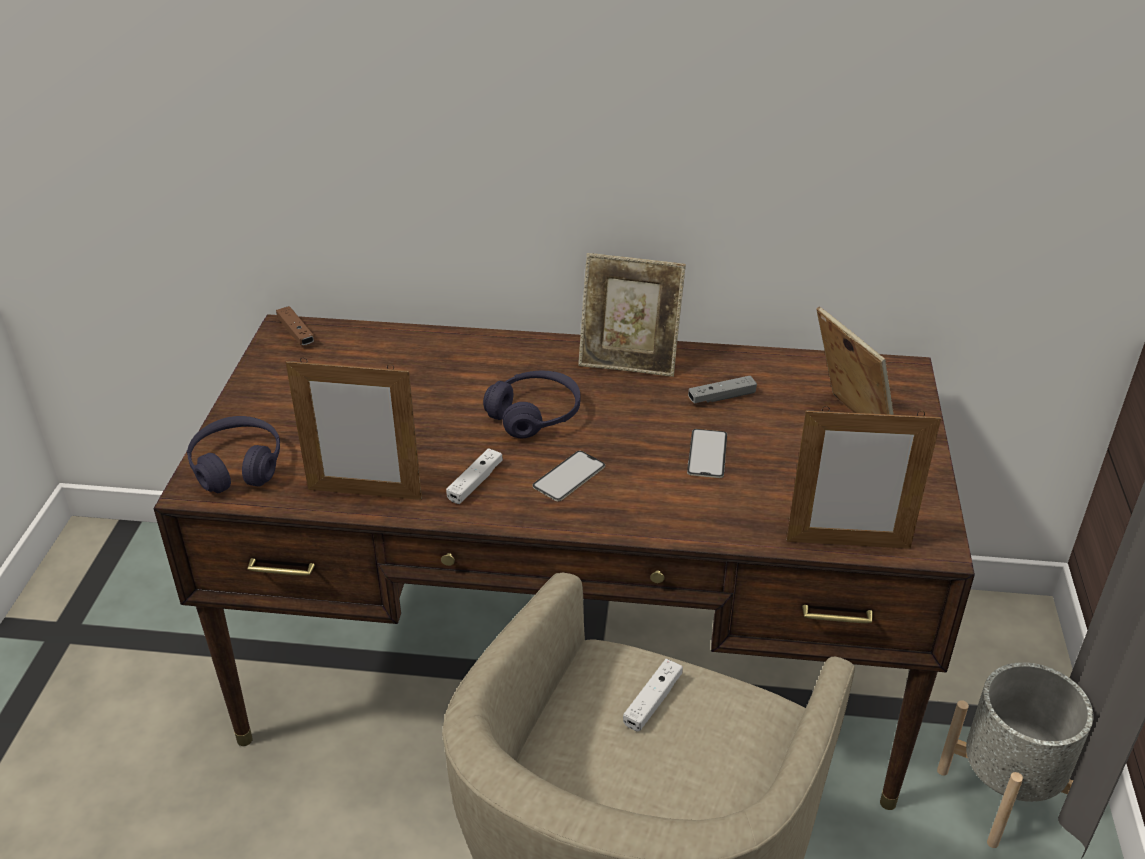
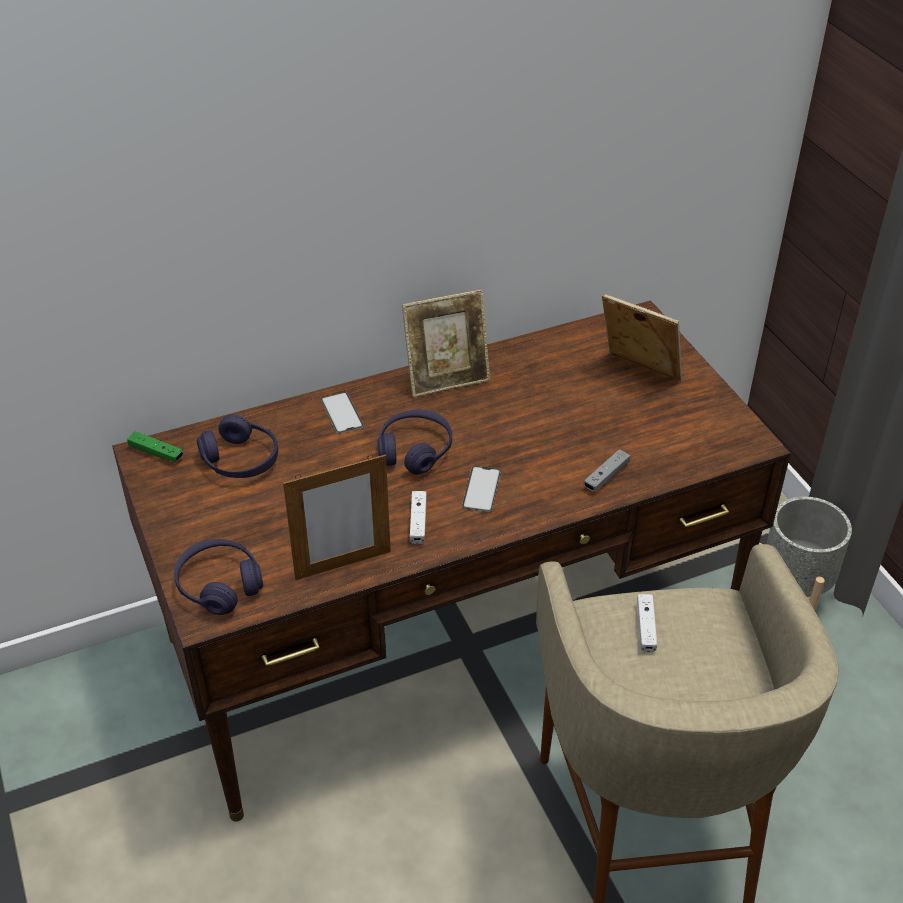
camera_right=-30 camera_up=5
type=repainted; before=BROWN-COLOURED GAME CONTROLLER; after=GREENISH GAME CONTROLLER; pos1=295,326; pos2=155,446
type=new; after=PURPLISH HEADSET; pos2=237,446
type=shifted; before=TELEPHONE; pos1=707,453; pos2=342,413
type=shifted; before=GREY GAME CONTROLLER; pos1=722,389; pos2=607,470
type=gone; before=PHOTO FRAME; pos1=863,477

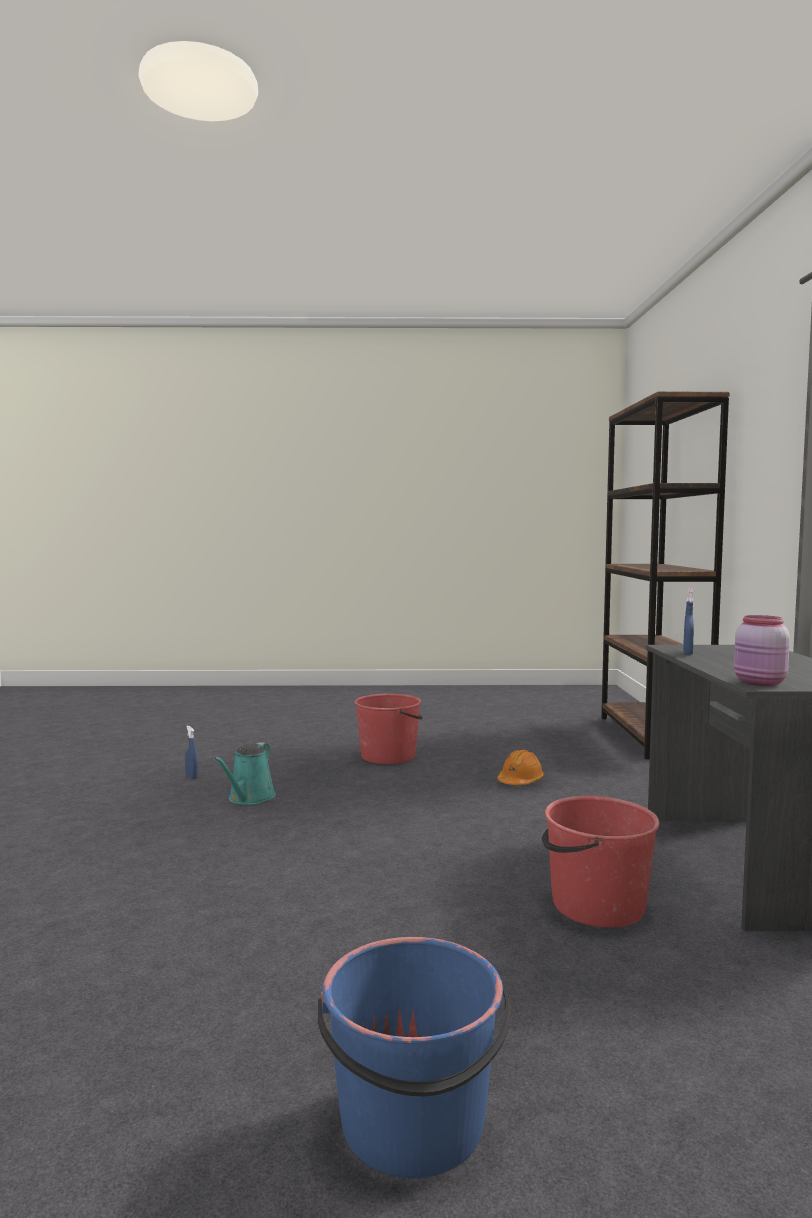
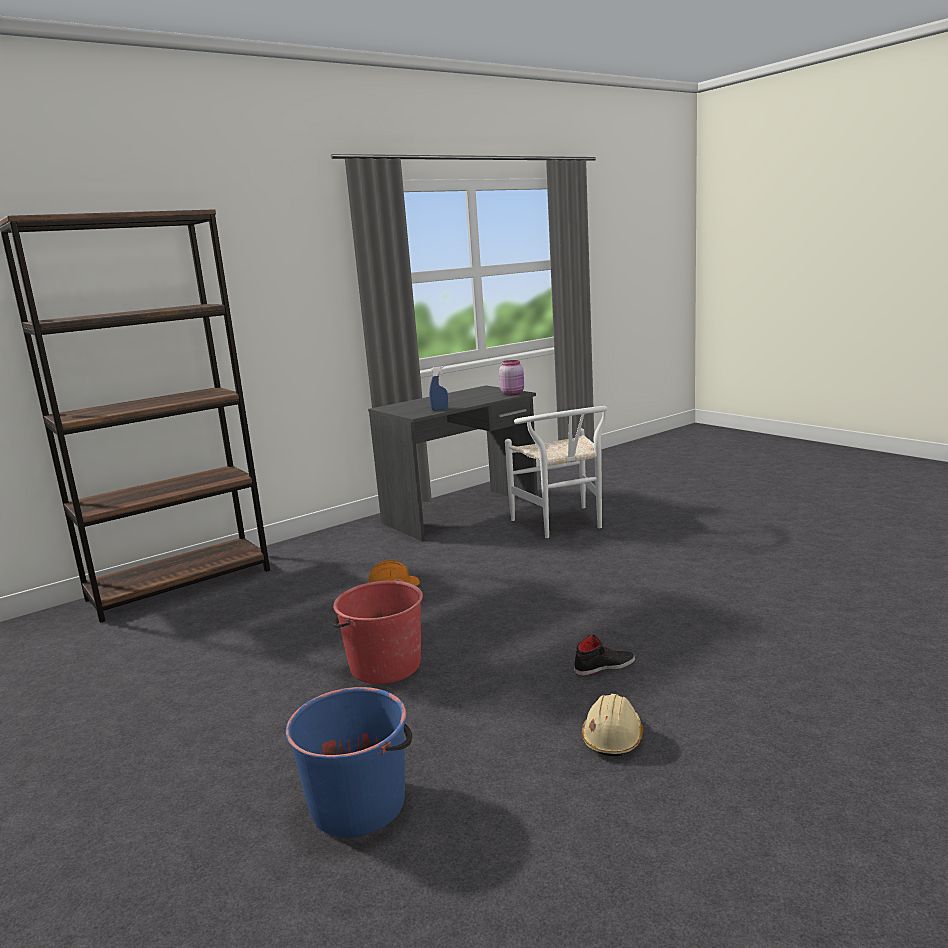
camera_right=-125 camera_up=10
type=shifted; before=BLUE-COLOURED WATER BUCKET; pos1=415,1057; pos2=348,762
type=swapped; before=RED-COLOURED WATER BUCKET; after=WHITE UPRIGHT CHAIR; pos1=601,862; pos2=556,472
type=swapped; before=TURQUOISE WATERING CAN; after=BLACKISH LOW SHOE; pos1=245,773; pos2=604,655
type=swapped; before=BLUE-COLOURED SPRAYER; after=BEIGE SAFETY HELMET; pos1=191,752; pos2=612,725

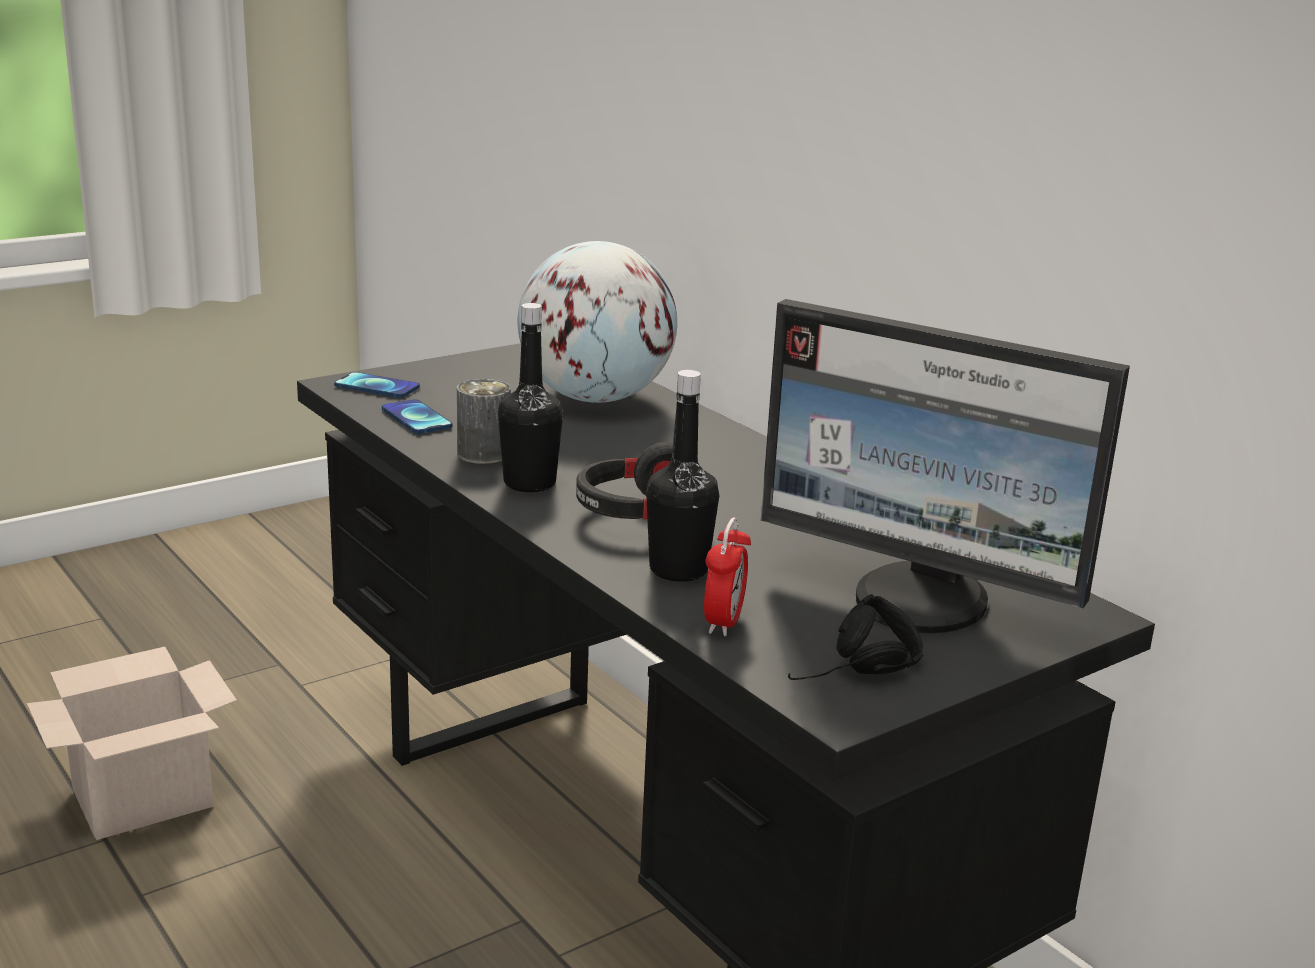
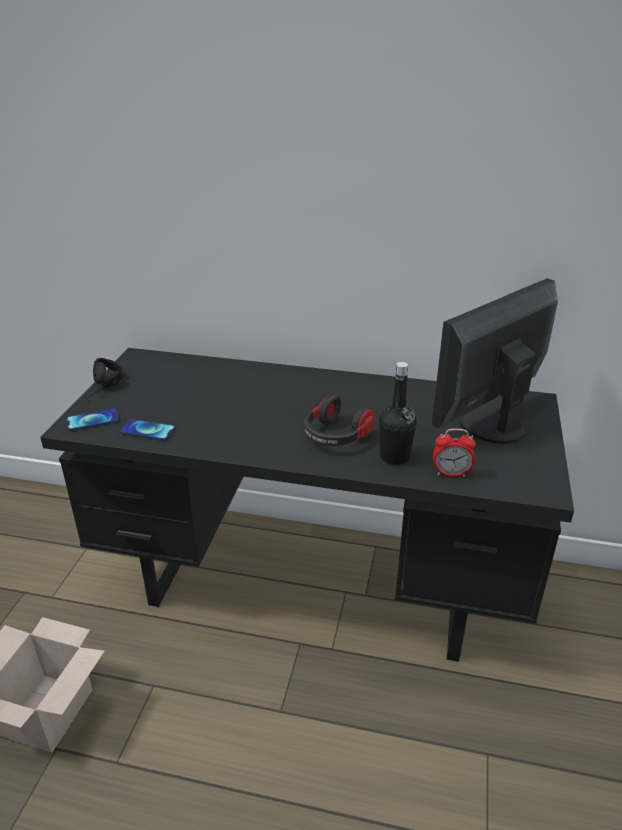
camera_right=-40 camera_up=10
type=shifted; before=BLACKISH HEADSET; pos1=855,637; pos2=105,378
type=rotated; before=COMPUTER SCREEN; pos1=945,466; pos2=495,361; turn=150
type=rotated; before=BEDSIDE CLOCK; pos1=727,576; pos2=454,452; turn=120
type=gone; before=METAL CAN; pos1=484,421
type=gone; before=BLACKISH DRINK BOTTLE; pos1=530,397
type=gone; before=GLOBE; pos1=597,322

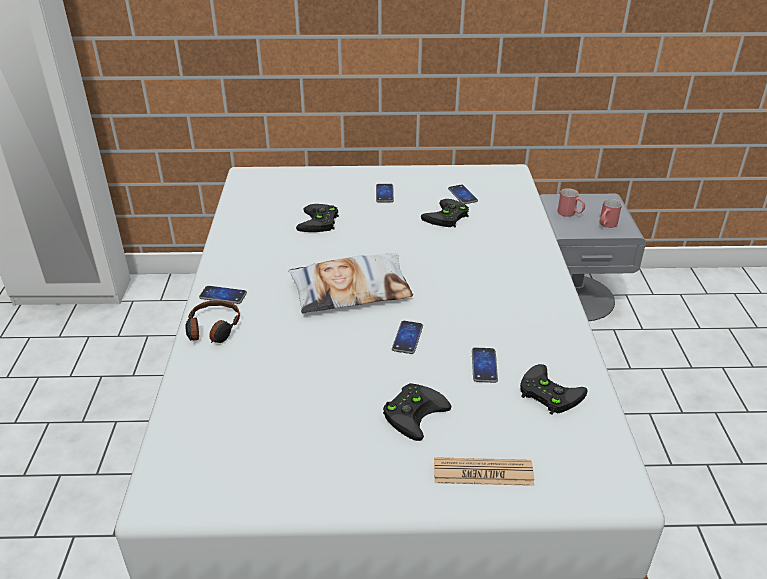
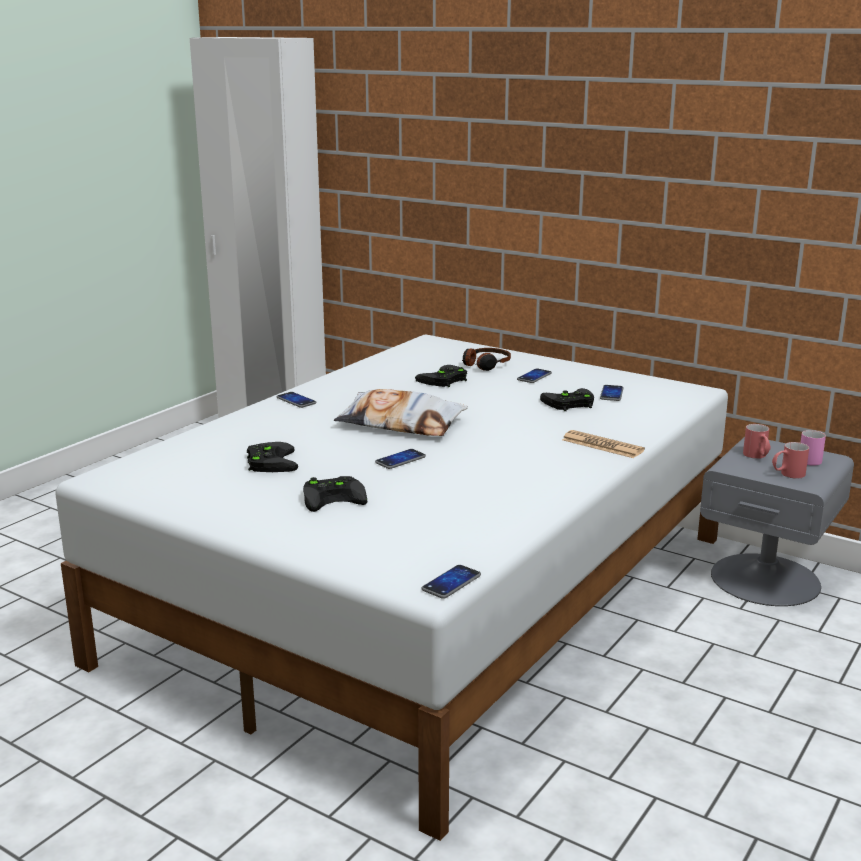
camera_right=35 camera_up=-15
type=shifted; before=BLACKISH GAME CONTROLLER; pos1=554,389; pos2=272,457
type=shifted; before=TELEPHONE; pos1=485,365; pos2=451,582
type=shifted; before=HEADSET; pos1=212,321; pos2=486,359
type=shifted; before=DAILY PAPER; pos1=484,471; pos2=603,444
type=new; after=PINKISH COFFEE MUG; pos2=813,448

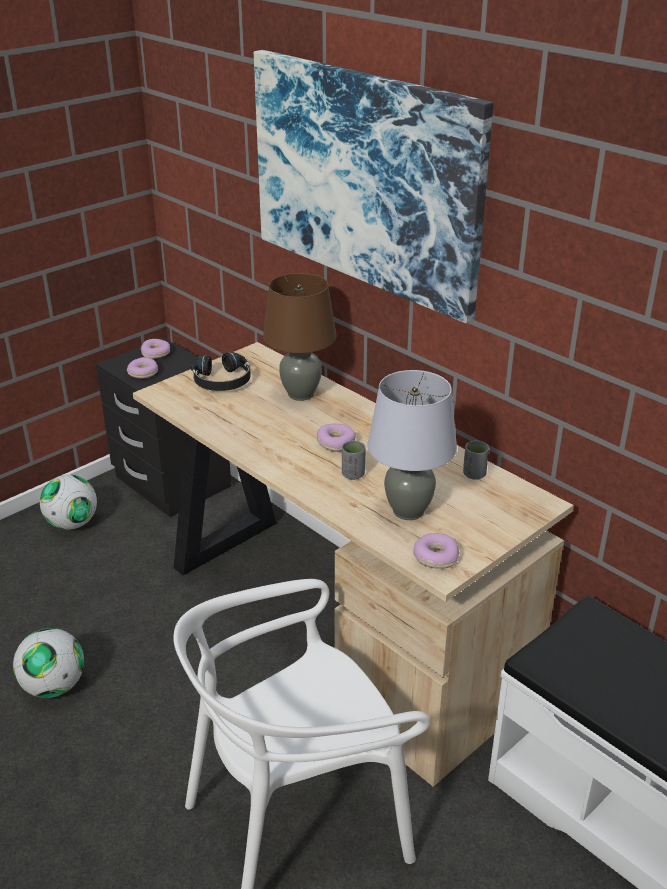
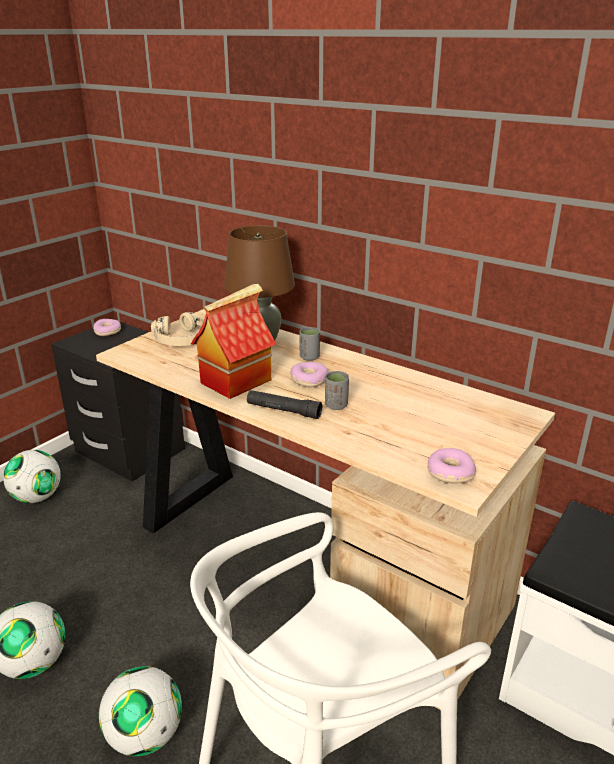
camera_right=-10 camera_up=-5
type=new; after=FOOTBALL BALL; pos2=140,711
type=repainted; before=BLACKISH HEADSET; after=BEIGE HEADSET; pos1=221,371; pos2=177,329
type=new; after=TOY HOUSE; pos2=233,341
type=new; after=BLACKISH FLASHLIGHT; pos2=284,404
type=shifted; before=GREY SMALL CUP; pos1=476,460; pos2=309,344
type=gone; before=DOUGHNUT; pos1=142,368
type=gone; before=PICTURE; pos1=373,186
type=gone; before=GREY TABLETOP LAMP; pos1=412,445

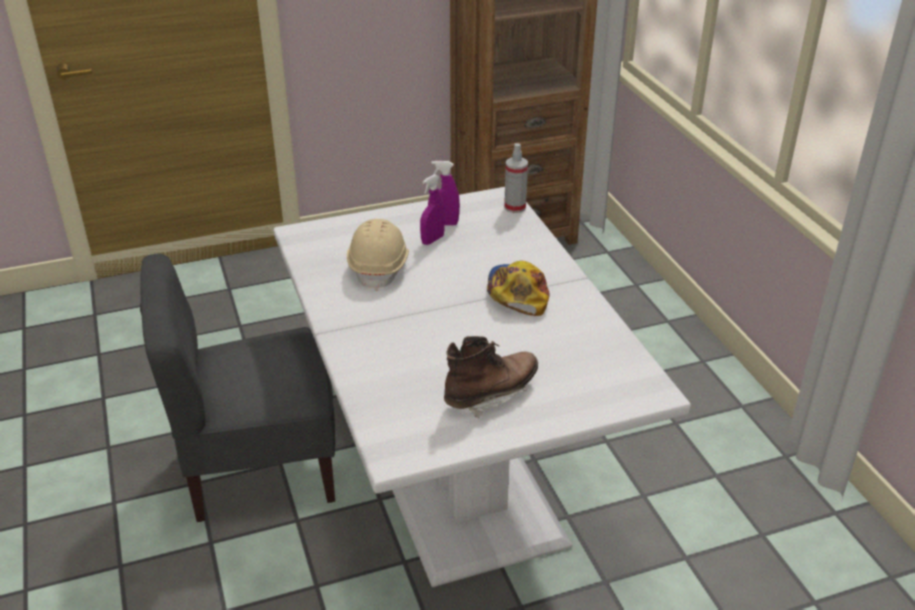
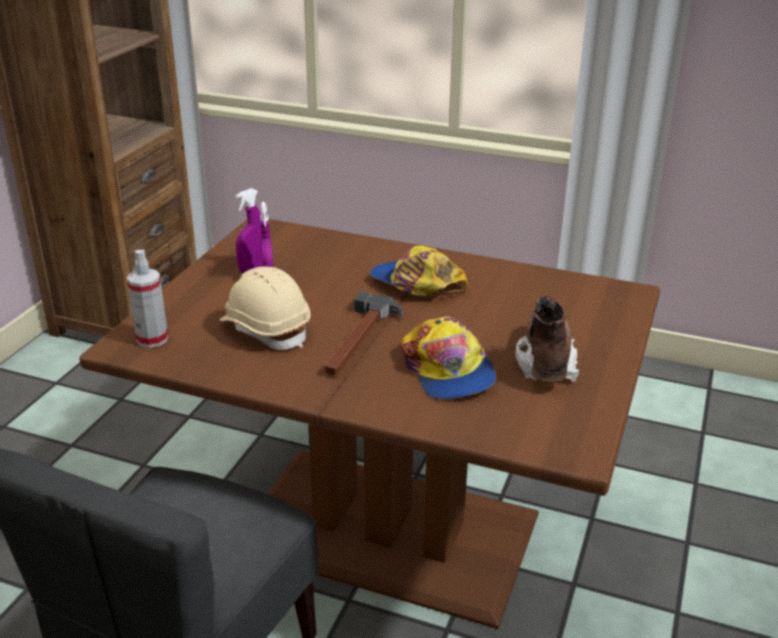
camera_right=-50 camera_up=-5
type=repainted; before=WHITE KITCHEN TABLE; after=BROWN-COLOURED KITCHEN TABLE; pos1=482,387; pos2=369,424
type=shifted; before=SPRAYER; pos1=516,178; pos2=147,299
type=new; after=TOOL HAMMER; pos2=364,333
type=new; after=BASEBALL CAP; pos2=448,358

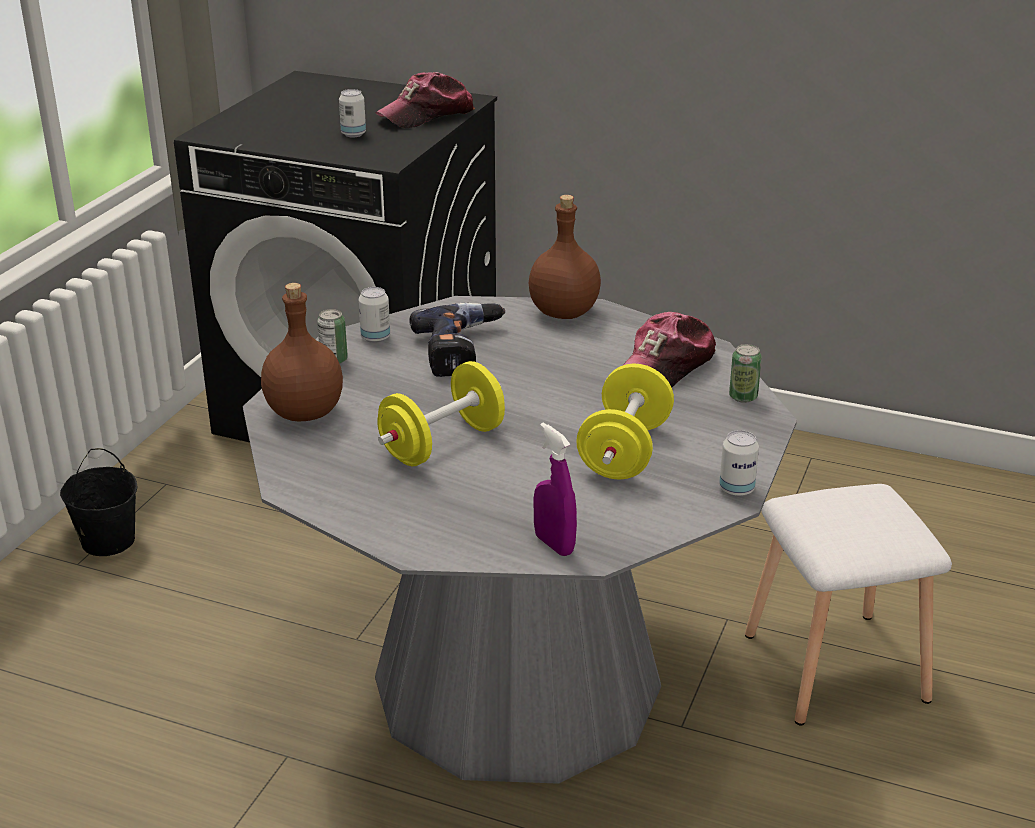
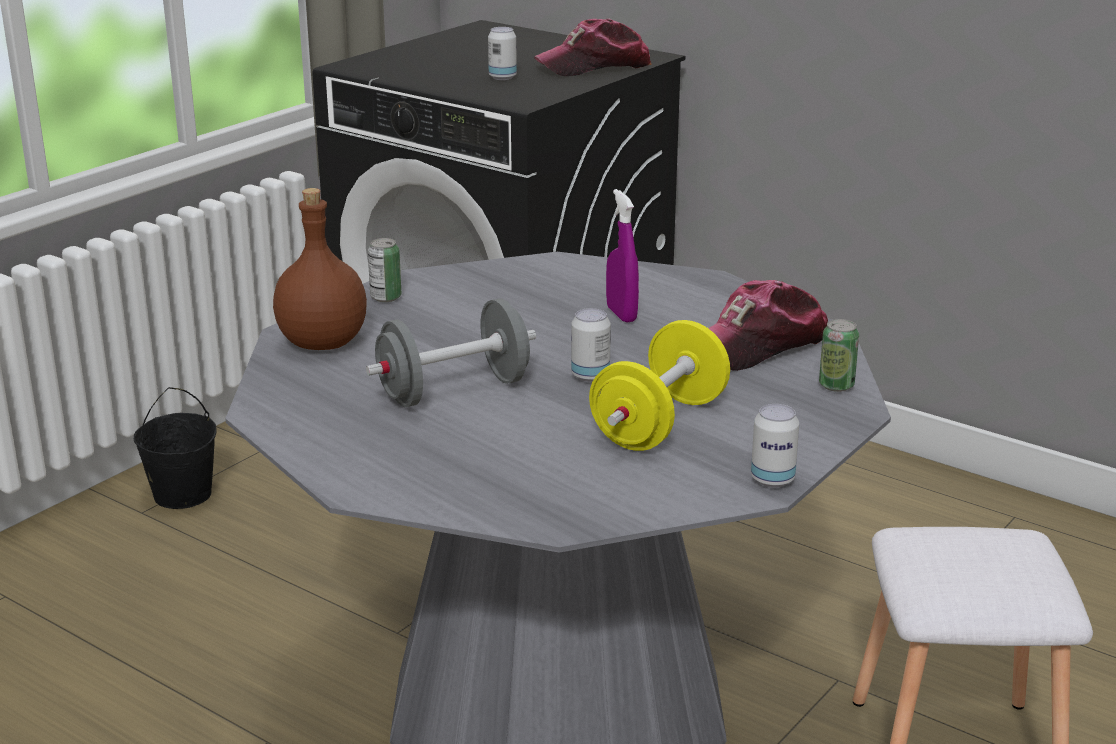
camera_right=15 camera_up=-5
type=repainted; before=YELLOW DUMBBELL; after=GREY DUMBBELL; pos1=441,413; pos2=451,352
type=shifted; before=METAL CAN; pos1=374,315; pos2=591,345
type=shifted; before=PURPLISH SPRAYER; pos1=555,489; pos2=622,255
type=gone; before=ELECTRIC DRILL; pos1=457,340
type=gone; before=BROWN-COLOURED DRINK BOTTLE; pos1=565,257

